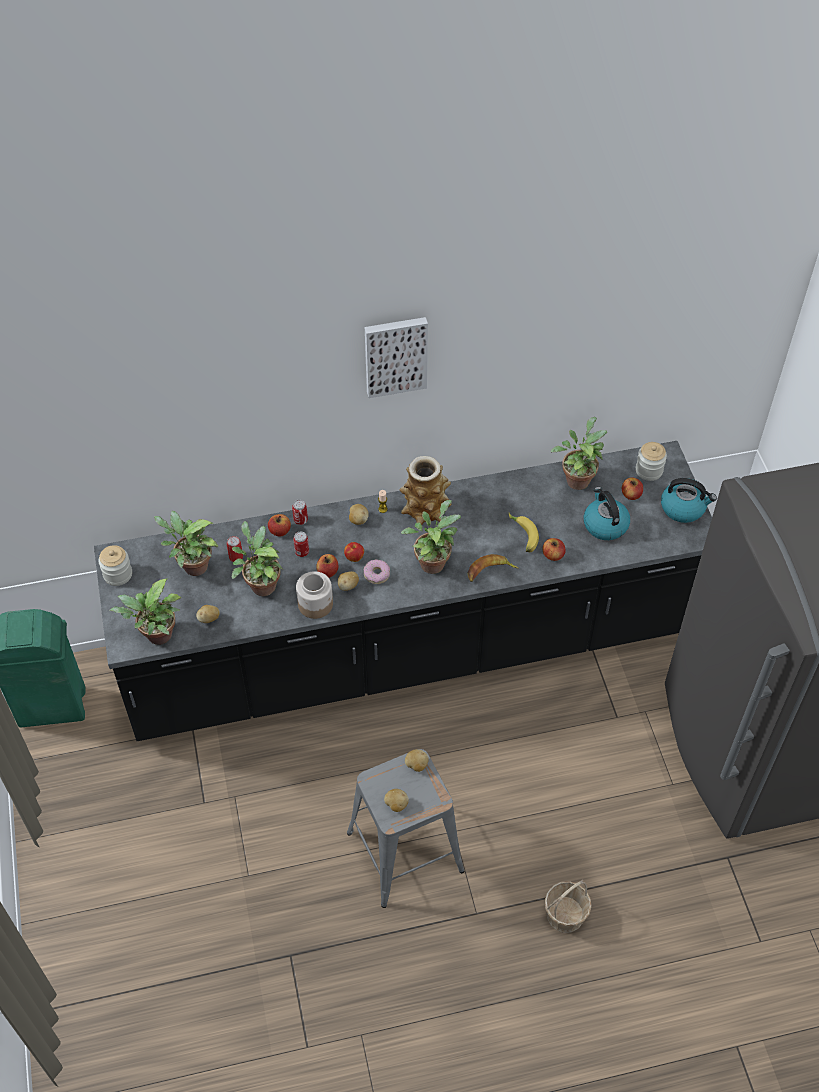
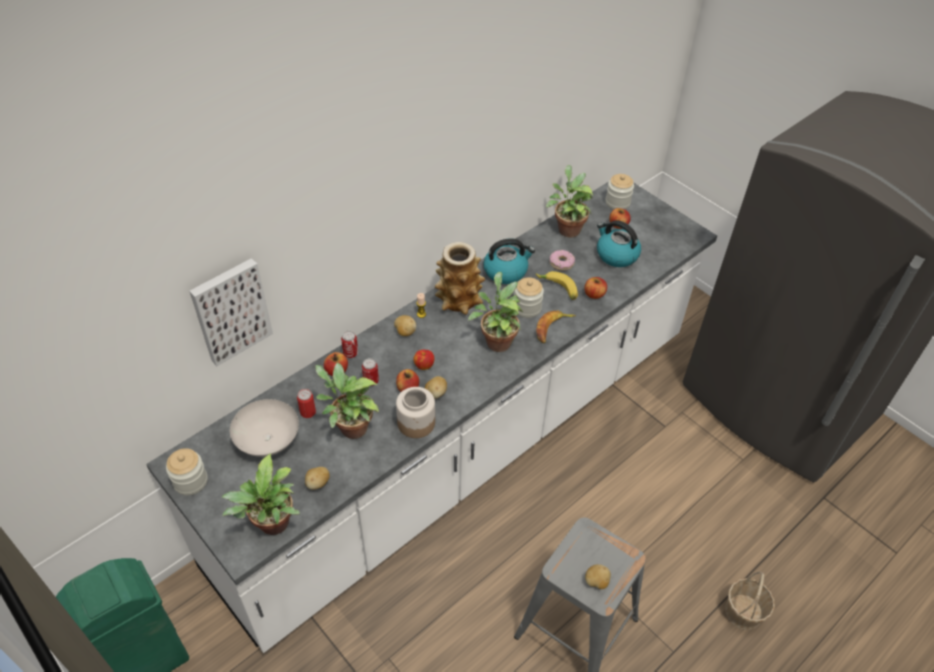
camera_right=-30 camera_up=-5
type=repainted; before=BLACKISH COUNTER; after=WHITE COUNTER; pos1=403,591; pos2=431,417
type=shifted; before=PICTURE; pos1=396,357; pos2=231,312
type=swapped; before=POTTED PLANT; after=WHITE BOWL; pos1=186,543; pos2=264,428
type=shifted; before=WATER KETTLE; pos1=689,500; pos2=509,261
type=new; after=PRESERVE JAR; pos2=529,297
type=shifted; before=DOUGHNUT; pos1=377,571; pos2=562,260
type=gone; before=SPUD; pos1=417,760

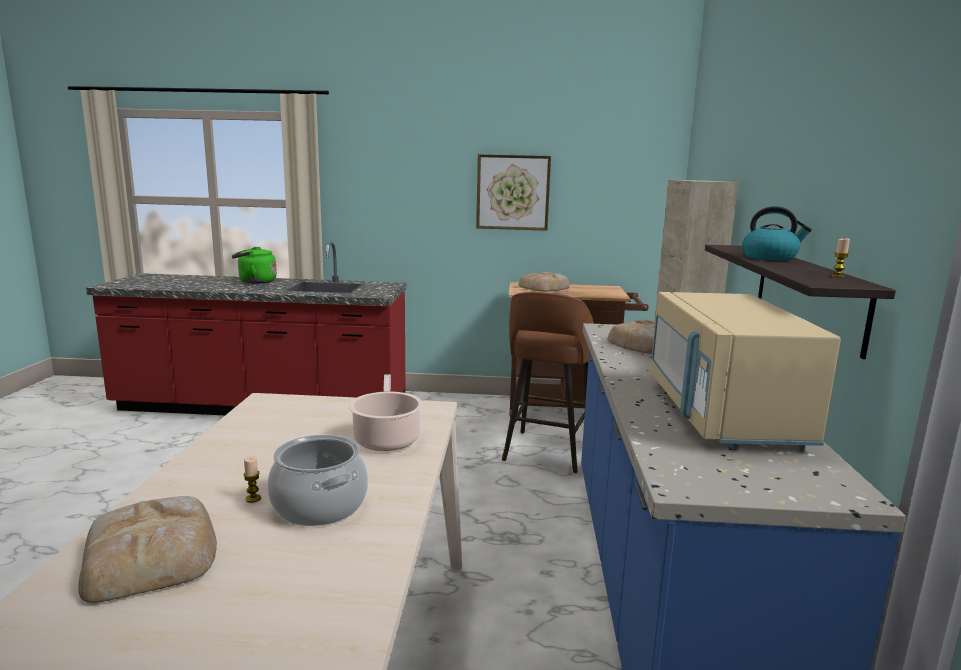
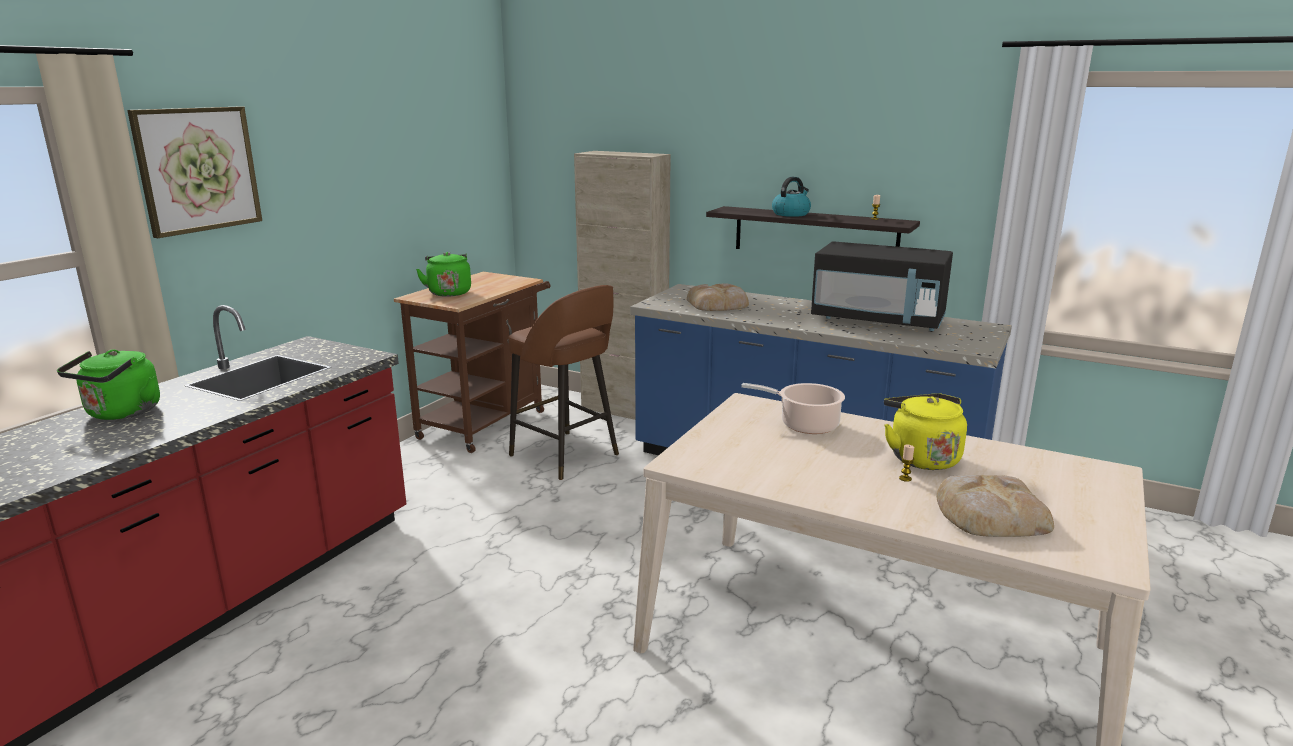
camera_right=-65 camera_up=5
type=shifted; before=PICTURE; pos1=513,192; pos2=194,172
type=swapped; before=BAKED BREAD; after=GREENISH WATER KETTLE; pos1=544,282; pos2=443,274
type=repainted; before=BEIGE MICROWAVE OVEN; after=BLACKISH MICROWAVE OVEN; pos1=745,372; pos2=882,286
type=swapped; before=SAUCEPOT; after=YELLOW WATER KETTLE; pos1=317,480; pos2=925,431

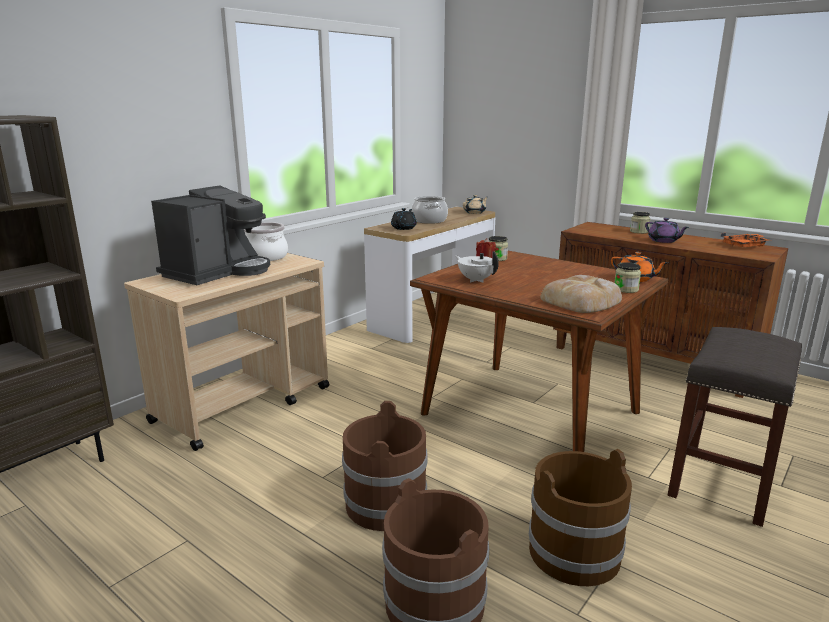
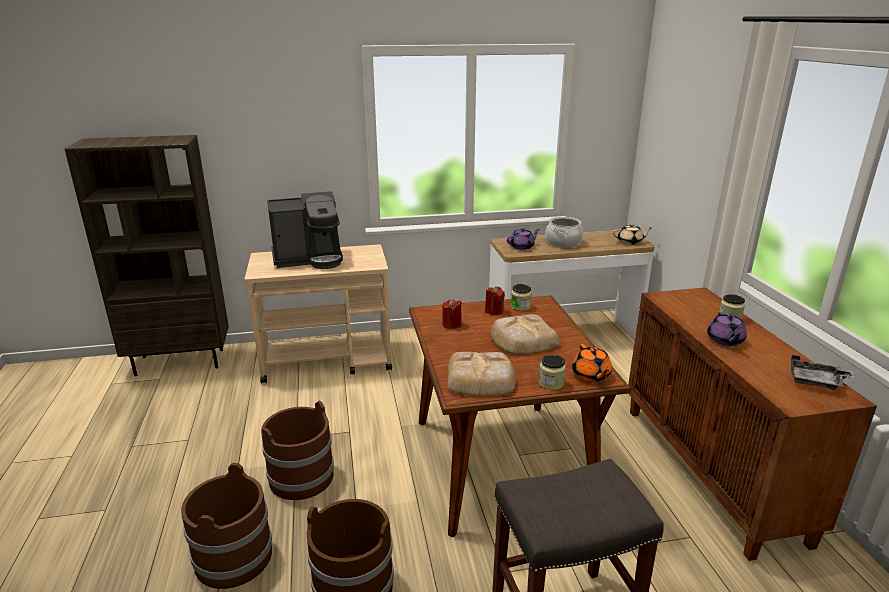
camera_right=40 camera_up=5
type=swapped; before=WHITE POT FOR TEA; after=RED-COLOURED CANDLE; pos1=477,266; pos2=452,314
type=new; after=BAKED BREAD; pos2=525,334
type=repainted; before=BLACKISH POT FOR TEA; after=PURPLISH POT FOR TEA; pos1=404,219; pos2=523,239
type=repainted; before=ORANGEY TRAY; after=GREY TRAY; pos1=744,240; pos2=823,372
type=gone; before=SAUCEPOT; pos1=266,241

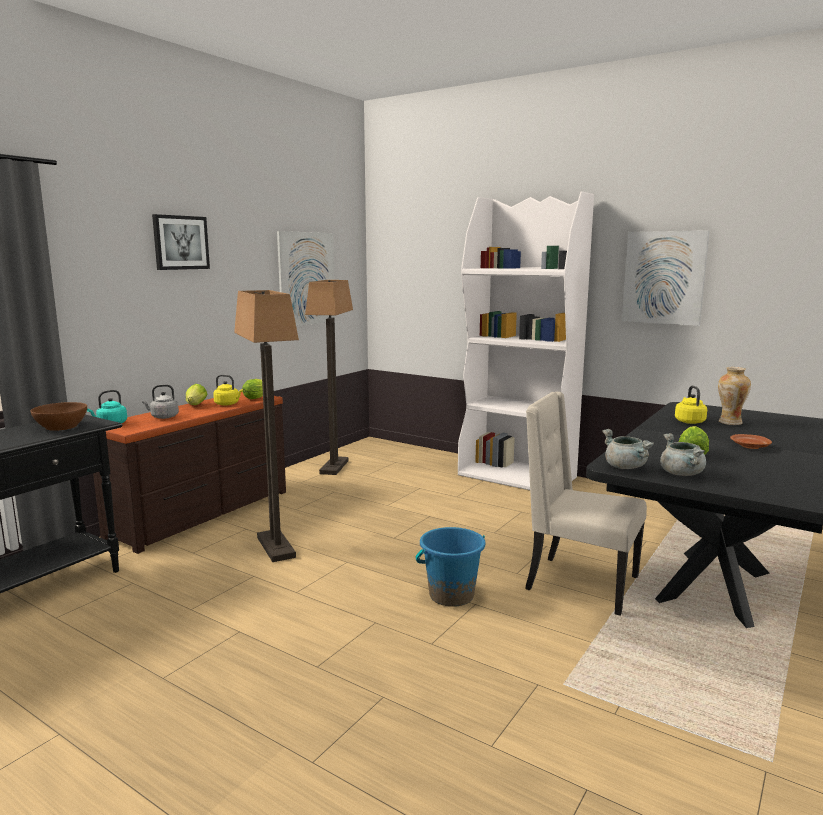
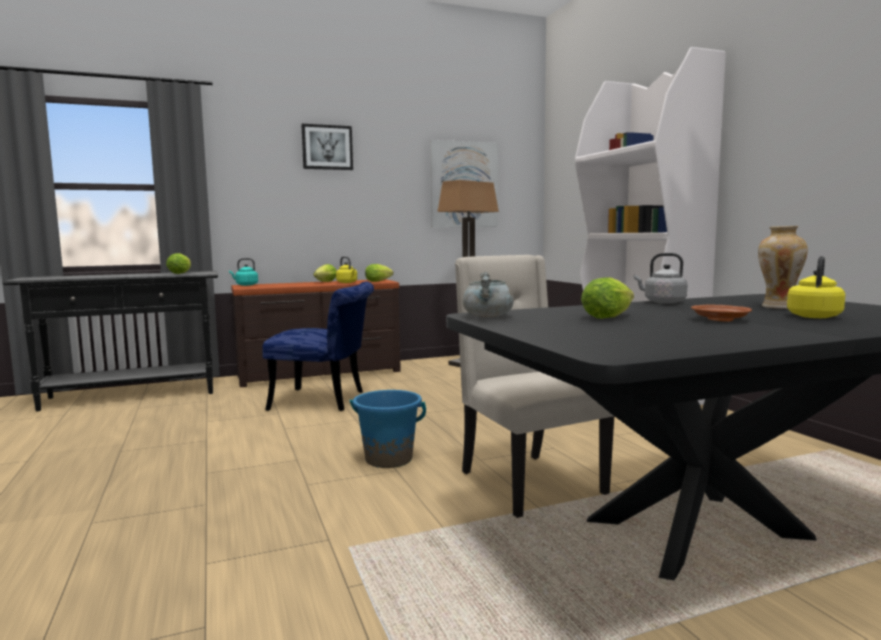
camera_right=35 camera_up=-5
type=swapped; before=BROWN-COLOURED BOWL; after=LETTUCE HEAD; pos1=59,416; pos2=178,263
type=swapped; before=STANDING LAMP; after=BLUE-COLOURED UPRIGHT CHAIR; pos1=266,426; pos2=318,346
type=shifted; before=GREY WATER KETTLE; pos1=160,401; pos2=661,278
type=shifted; before=YELLOW WATER KETTLE; pos1=691,404; pos2=816,287
type=gone; before=PICTURE; pos1=666,278
type=gone; before=GREY SAUCEPOT; pos1=683,454

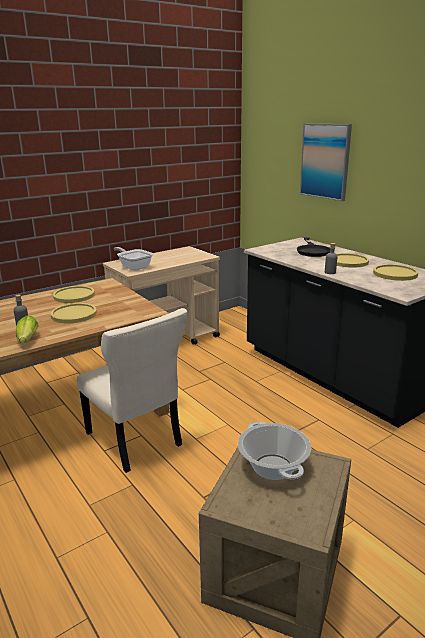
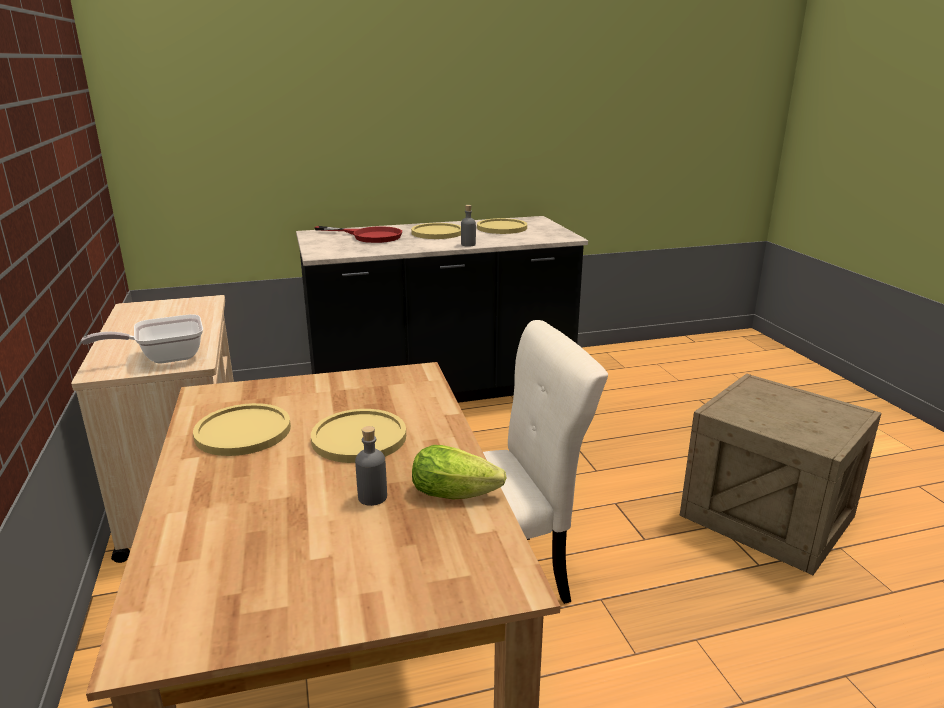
camera_right=-70 camera_up=0
type=repainted; before=BLACKISH SKILLET; after=RED-COLOURED SKILLET; pos1=313,247; pos2=358,234
type=gone; before=SAUCEPOT; pos1=274,451
type=gone; before=PICTURE; pos1=326,162

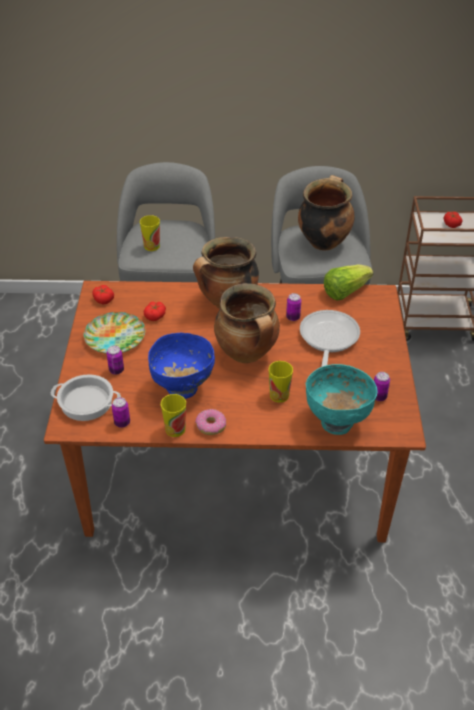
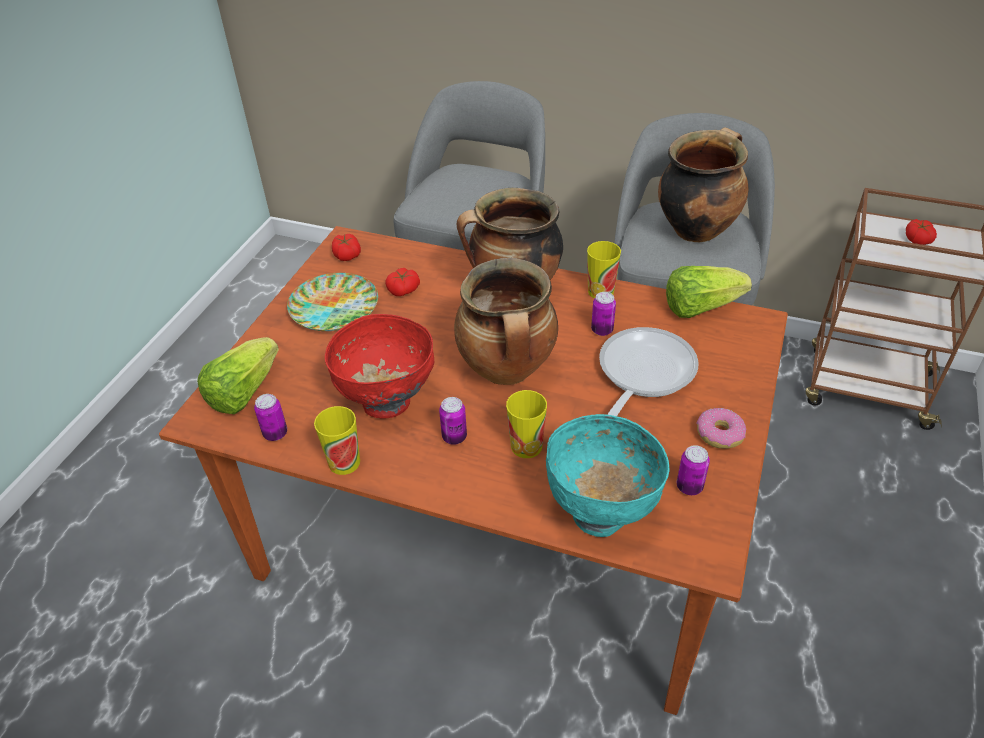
camera_right=20 camera_up=0
type=swapped; before=SAUCEPOT; after=LETTUCE HEAD; pos1=86,397; pos2=238,375
type=repainted; before=BLUE-COLOURED BOWL; after=RED-COLOURED BOWL; pos1=181,366; pos2=379,366
type=shifted; before=METAL CAN; pos1=115,360; pos2=453,421
type=shifted; before=SMALL CUP; pos1=150,233; pos2=604,270
type=shifted; before=DOUGHNUT; pos1=210,422; pos2=721,428

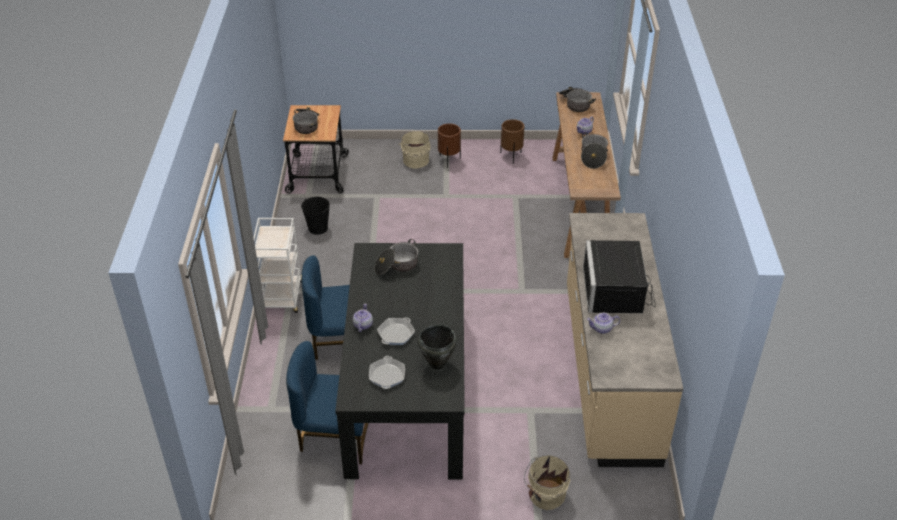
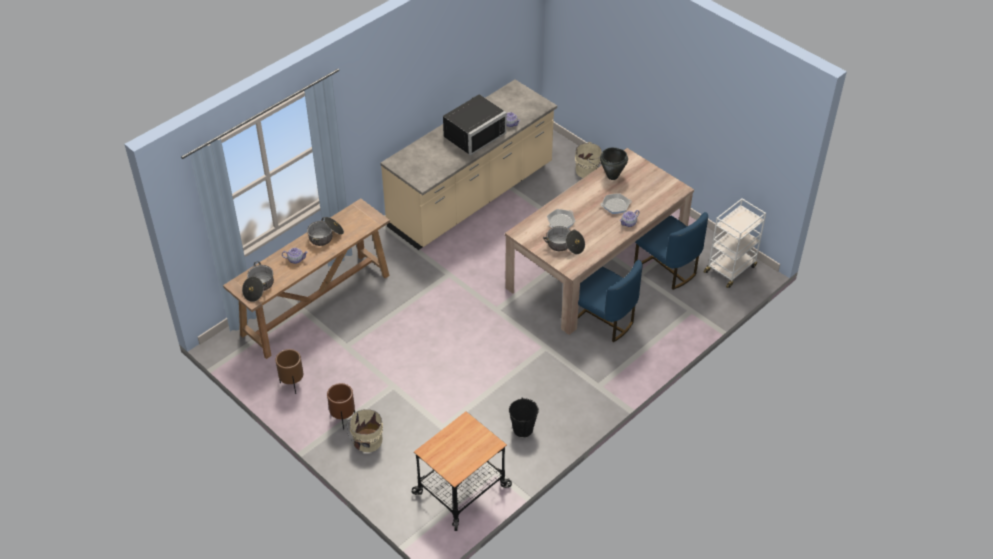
camera_right=-135 camera_up=5
type=repainted; before=BLACKISH KITCHEN TABLE; after=BEIGE KITCHEN TABLE; pos1=400,361; pos2=599,241
type=shifted; before=SKILLET; pos1=387,372; pos2=561,218
type=shifted; before=WHITE WHEELED CART; pos1=278,265; pos2=734,243
type=gone; before=SAUCEPOT; pos1=306,120

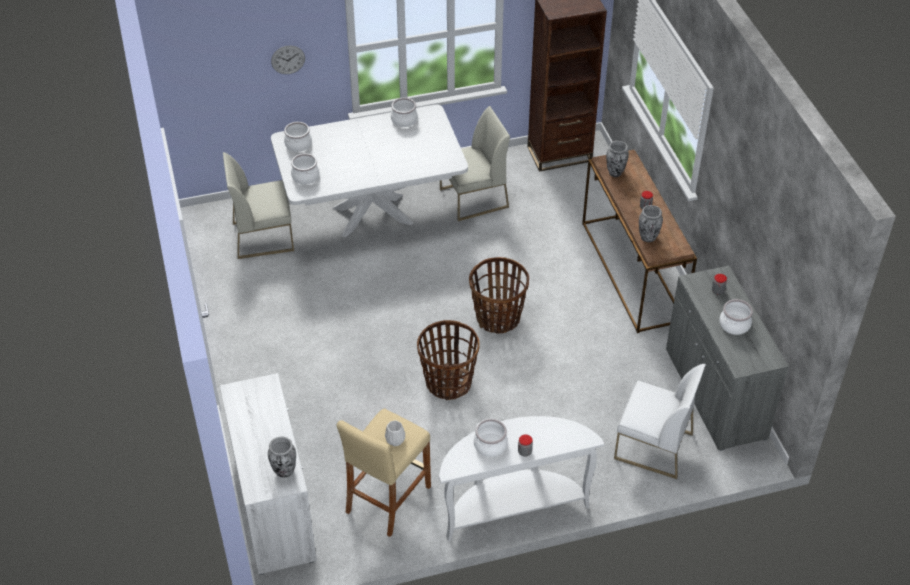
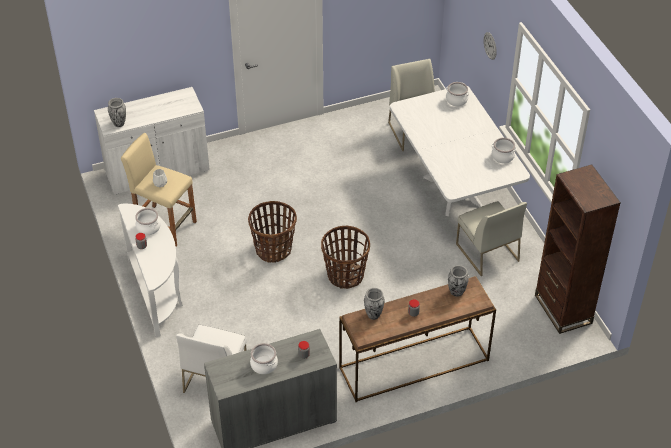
camera_right=85 camera_up=0
type=gone; before=SAUCEPOT; pos1=305,168

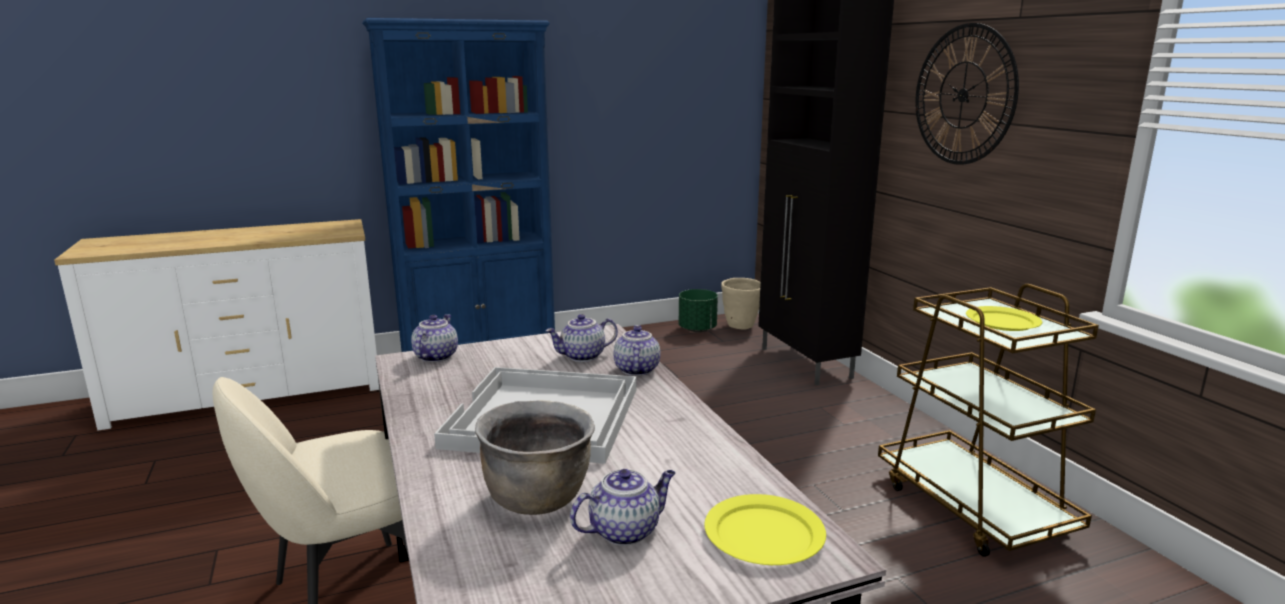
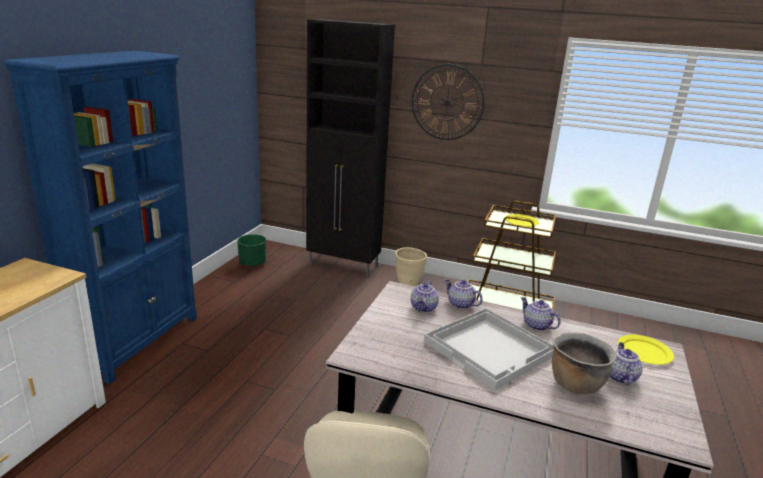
camera_right=-50 camera_up=5
type=shifted; before=BEIGE FLOWER POT; pos1=741,304; pos2=411,267
type=shifted; before=POT FOR TEA; pos1=434,338; pos2=541,314

